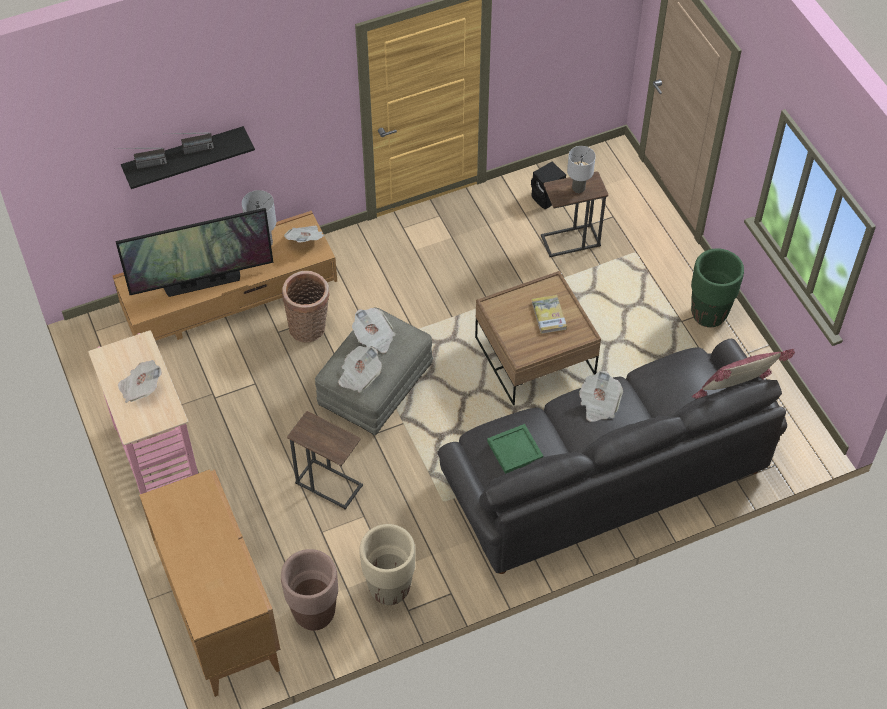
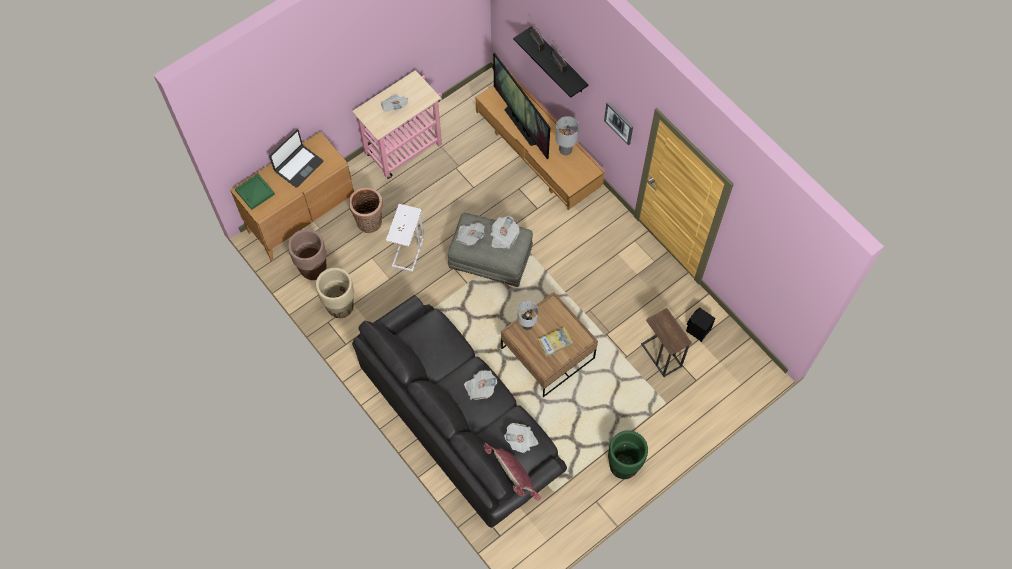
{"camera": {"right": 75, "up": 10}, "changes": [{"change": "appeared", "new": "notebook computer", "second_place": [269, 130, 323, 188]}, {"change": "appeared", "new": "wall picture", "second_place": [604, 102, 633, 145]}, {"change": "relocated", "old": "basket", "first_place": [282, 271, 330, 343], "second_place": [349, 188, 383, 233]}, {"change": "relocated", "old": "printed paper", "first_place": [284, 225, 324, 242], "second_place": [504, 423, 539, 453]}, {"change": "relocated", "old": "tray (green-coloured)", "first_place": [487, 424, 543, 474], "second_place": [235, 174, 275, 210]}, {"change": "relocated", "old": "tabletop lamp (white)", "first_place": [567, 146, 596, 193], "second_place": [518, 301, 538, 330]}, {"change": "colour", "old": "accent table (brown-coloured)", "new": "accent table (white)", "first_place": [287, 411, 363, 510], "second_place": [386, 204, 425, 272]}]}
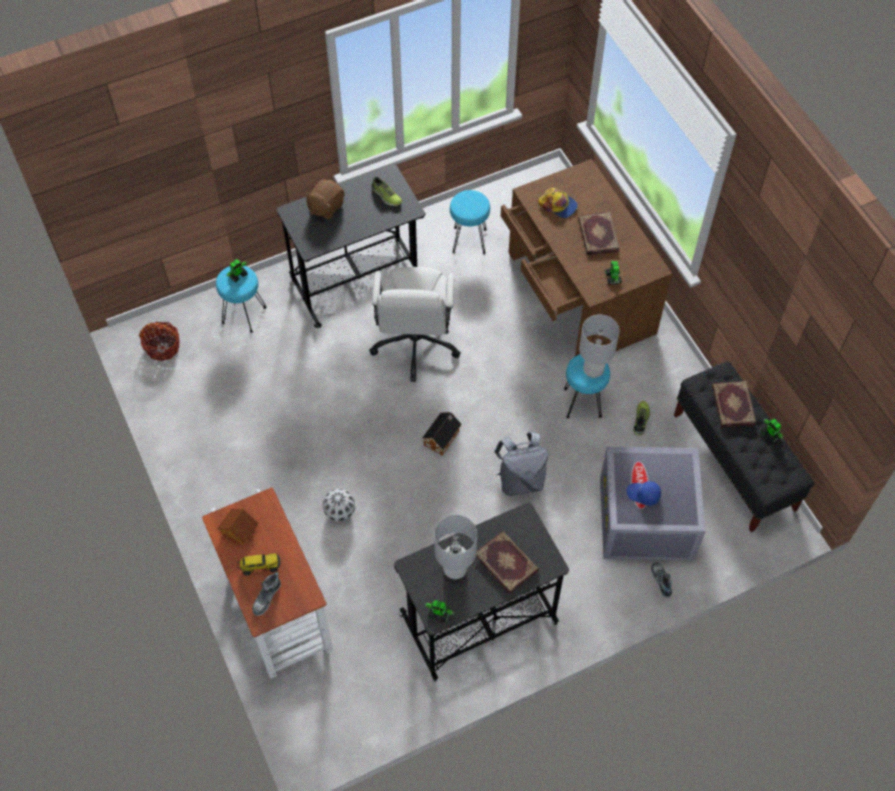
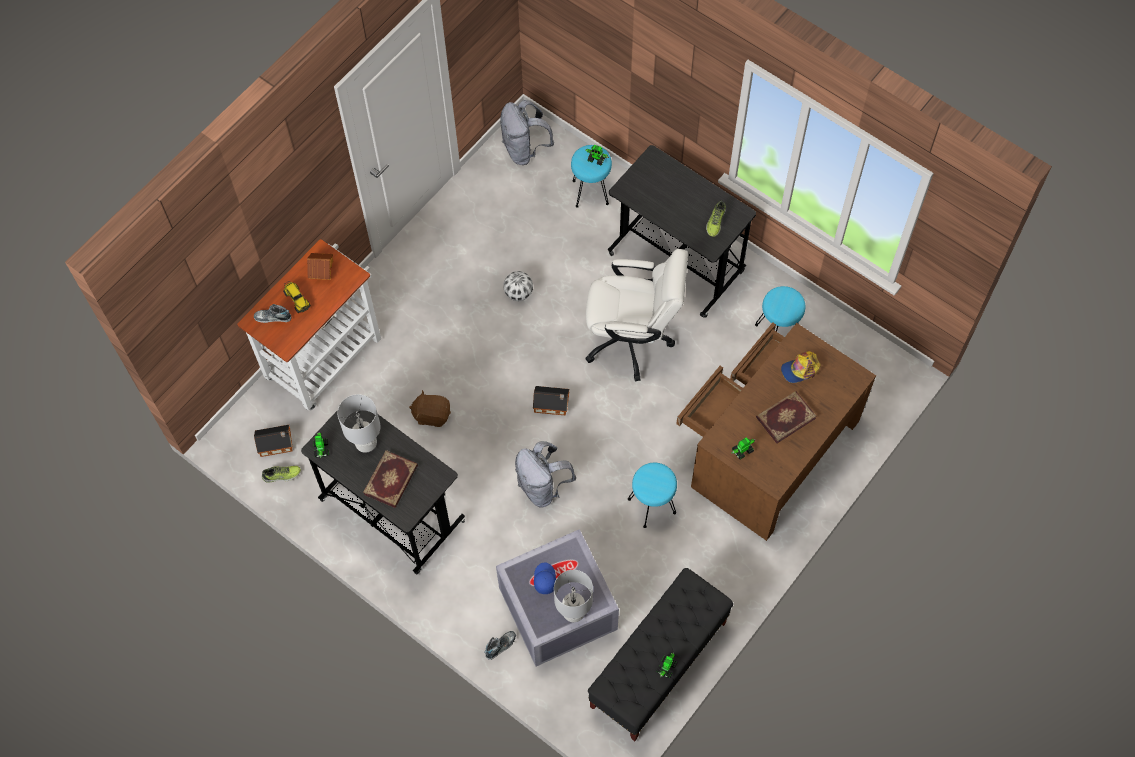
{"camera": {"right": 65, "up": 5}, "changes": [{"change": "missing", "old": "volume", "first_place": [712, 381, 756, 427]}, {"change": "appeared", "new": "toy house", "second_place": [254, 425, 293, 457]}, {"change": "relocated", "old": "soft toy (brown-coloured)", "first_place": [304, 179, 345, 220], "second_place": [409, 390, 451, 427]}, {"change": "relocated", "old": "football", "first_place": [323, 489, 355, 522], "second_place": [504, 271, 533, 301]}, {"change": "relocated", "old": "tabletop lamp (greyish)", "first_place": [579, 315, 619, 378], "second_place": [554, 570, 593, 623]}, {"change": "relocated", "old": "low shoe", "first_place": [633, 401, 650, 436], "second_place": [262, 466, 301, 483]}, {"change": "exchanged", "old": "basket", "new": "rucksack (greyish)", "first_place": [139, 322, 180, 361], "second_place": [500, 100, 554, 165]}, {"change": "spun", "old": "desk chair (white)", "first_place": [369, 267, 461, 382], "second_place": [585, 249, 688, 382], "degrees": -150}, {"change": "spun", "old": "peaked cap", "first_place": [538, 188, 578, 218], "second_place": [781, 351, 821, 383], "degrees": 60}]}
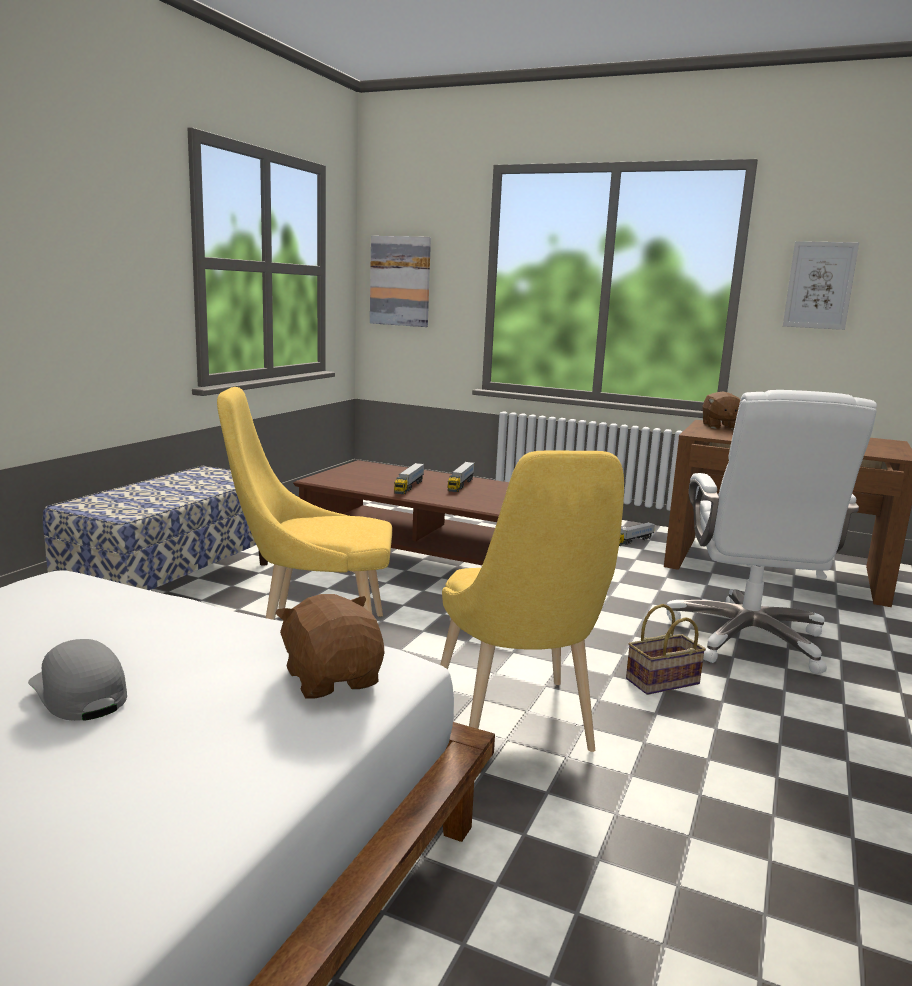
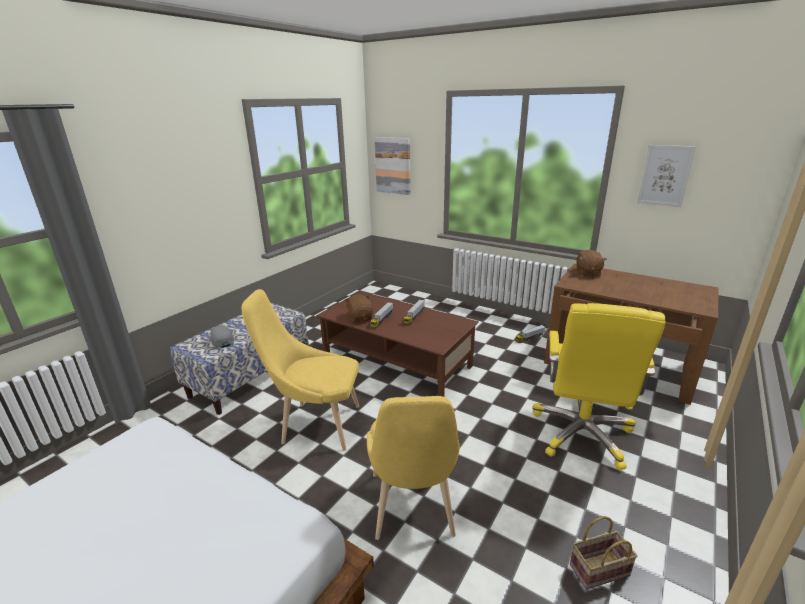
{"camera": {"right": 10, "up": 10}, "changes": [{"change": "relocated", "old": "peaked cap (greyish)", "first_place": [28, 639, 127, 721], "second_place": [209, 325, 234, 348]}, {"change": "relocated", "old": "soft toy (brown-coloured)", "first_place": [275, 594, 384, 699], "second_place": [345, 295, 373, 323]}, {"change": "relocated", "old": "basket", "first_place": [626, 604, 706, 695], "second_place": [570, 516, 637, 589]}, {"change": "colour", "old": "desk chair (white)", "new": "desk chair (yellowish)", "first_place": [666, 390, 877, 674], "second_place": [532, 303, 666, 470]}]}
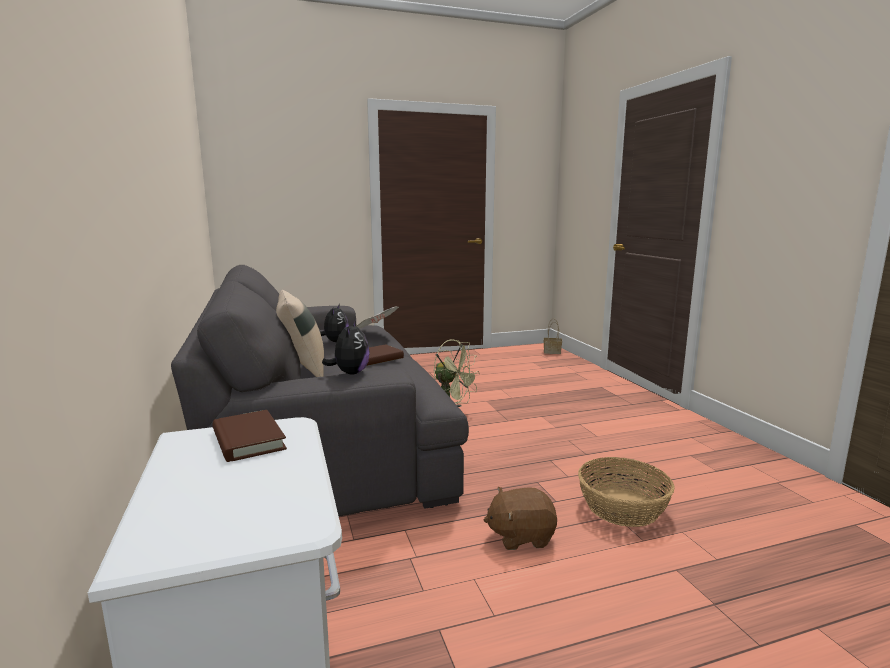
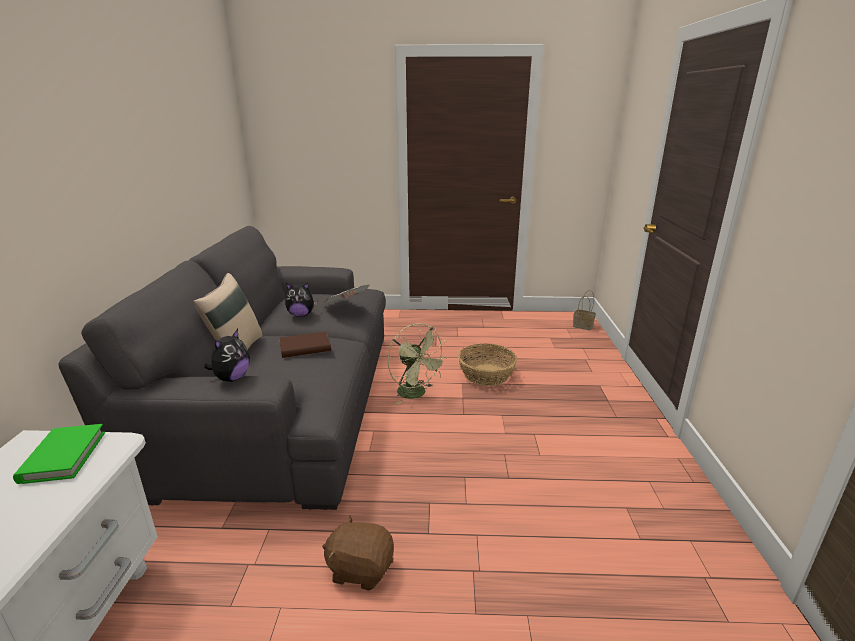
{"camera": {"right": 20, "up": 10}, "changes": [{"change": "relocated", "old": "basket", "first_place": [578, 457, 675, 527], "second_place": [458, 343, 517, 386]}, {"change": "colour", "old": "volume (brown-coloured)", "new": "volume (green-coloured)", "first_place": [213, 410, 287, 462], "second_place": [13, 424, 105, 484]}, {"change": "spun", "old": "soft toy", "first_place": [320, 304, 349, 342], "second_place": [285, 283, 317, 317], "degrees": 60}]}
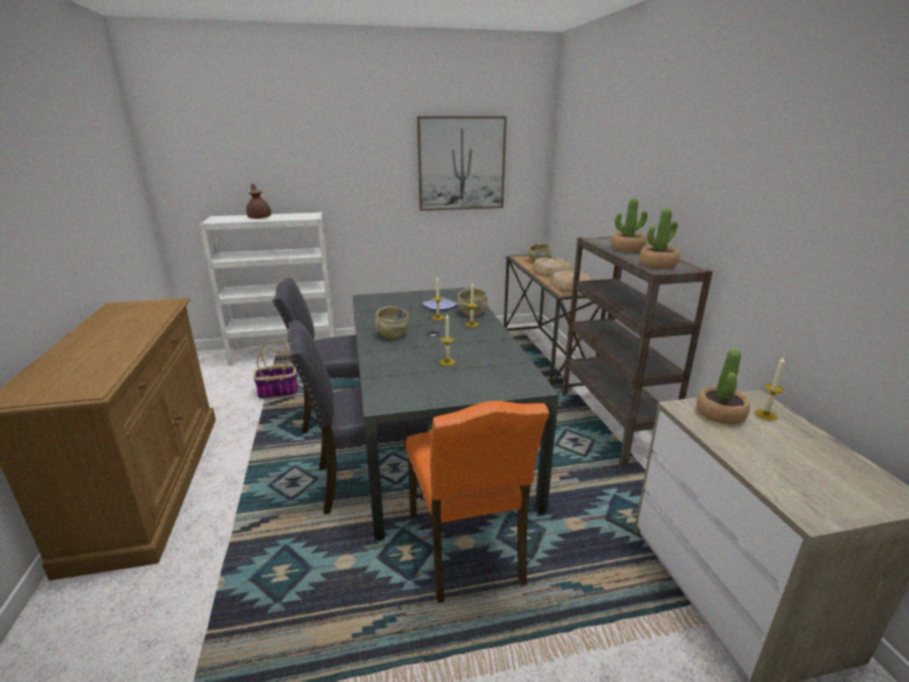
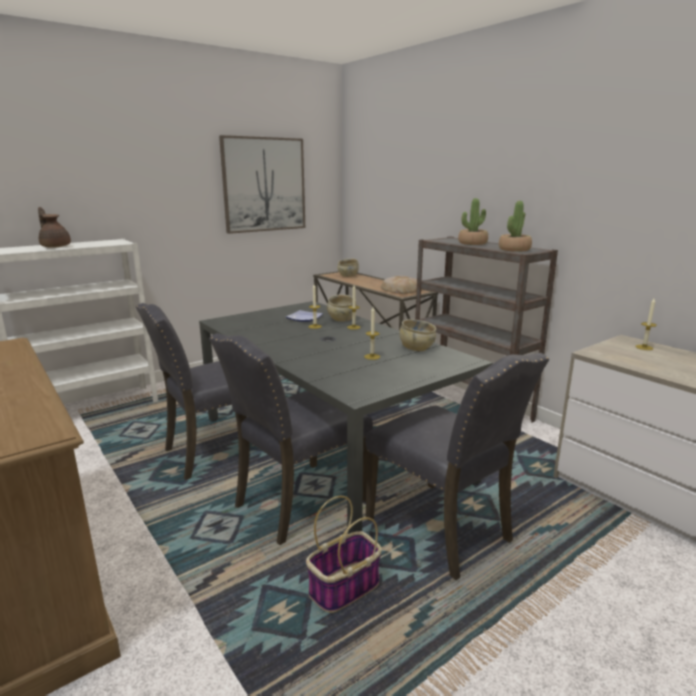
{"camera": {"right": -25, "up": -5}, "changes": [{"change": "missing", "old": "bakery bread", "first_place": [532, 258, 573, 276]}, {"change": "missing", "old": "plant in a pot", "first_place": [697, 349, 750, 424]}, {"change": "relocated", "old": "basket", "first_place": [253, 340, 298, 399], "second_place": [306, 496, 382, 613]}, {"change": "relocated", "old": "bowl (beige-coloured)", "first_place": [375, 307, 409, 338], "second_place": [399, 319, 436, 351]}, {"change": "colour", "old": "chair (orangey)", "new": "chair (greyish)", "first_place": [405, 401, 549, 603], "second_place": [365, 353, 549, 580]}]}
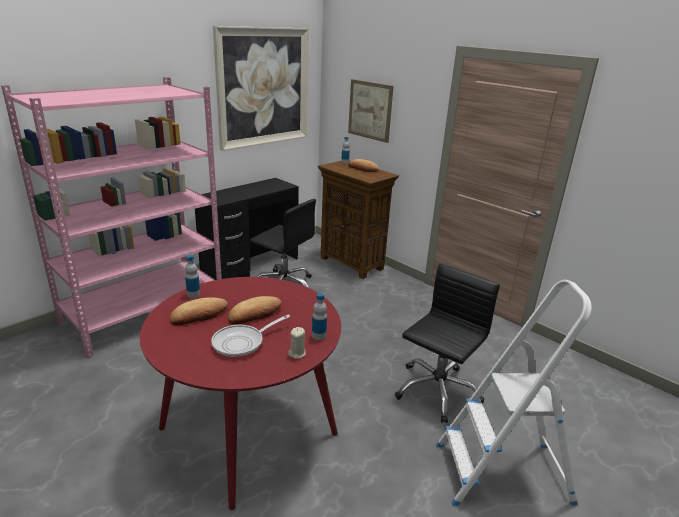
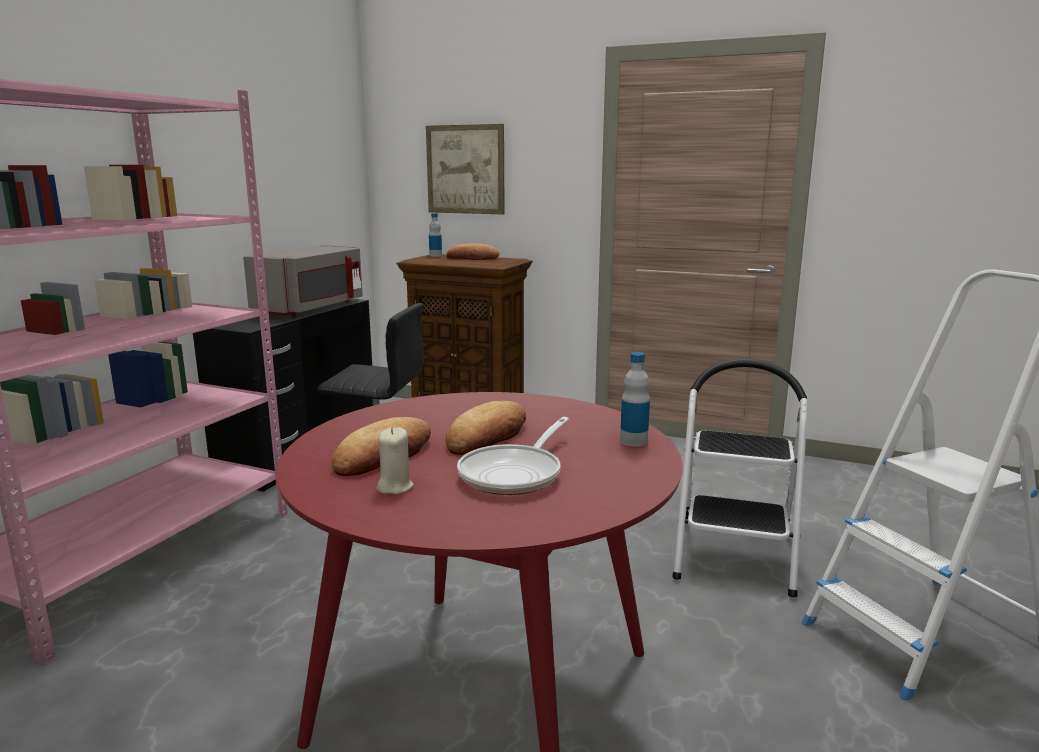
{"camera": {"right": -20, "up": -10}, "changes": [{"change": "missing", "old": "drink bottle", "first_place": [185, 255, 200, 298]}, {"change": "missing", "old": "wall picture", "first_place": [213, 26, 309, 151]}, {"change": "appeared", "new": "kitchen microwave (greyish)", "second_place": [243, 245, 363, 316]}, {"change": "relocated", "old": "candle (beige-coloured)", "first_place": [288, 327, 306, 359], "second_place": [376, 428, 414, 494]}, {"change": "exchanged", "old": "desk chair (black)", "new": "step stool", "first_place": [395, 264, 500, 423], "second_place": [672, 358, 807, 597]}]}
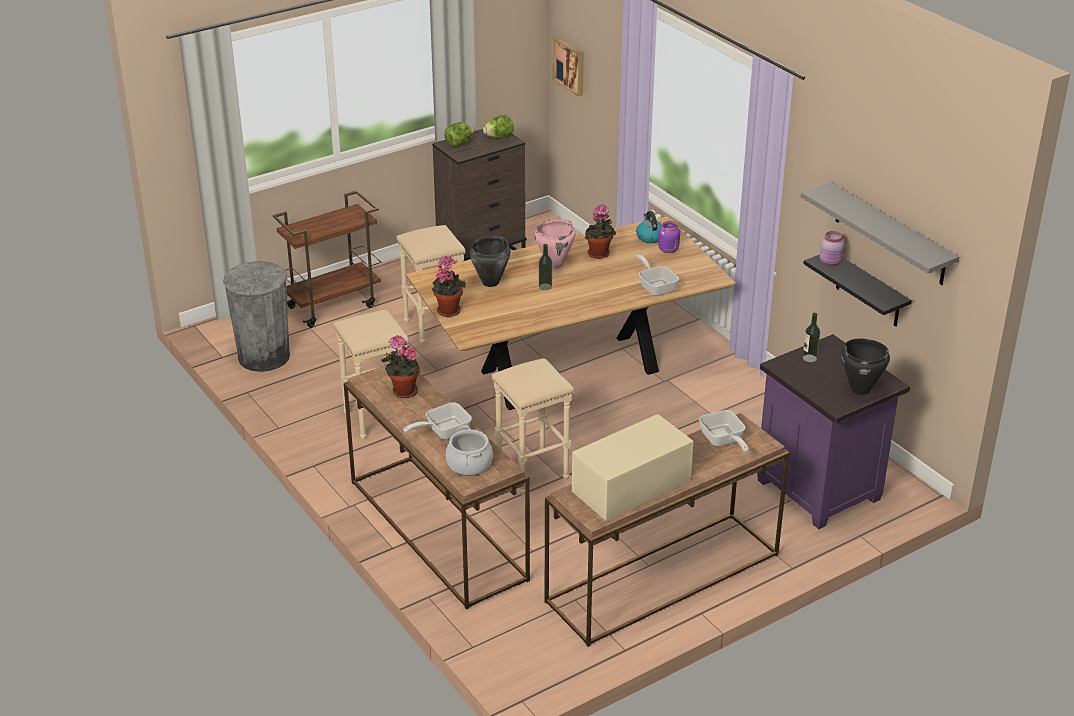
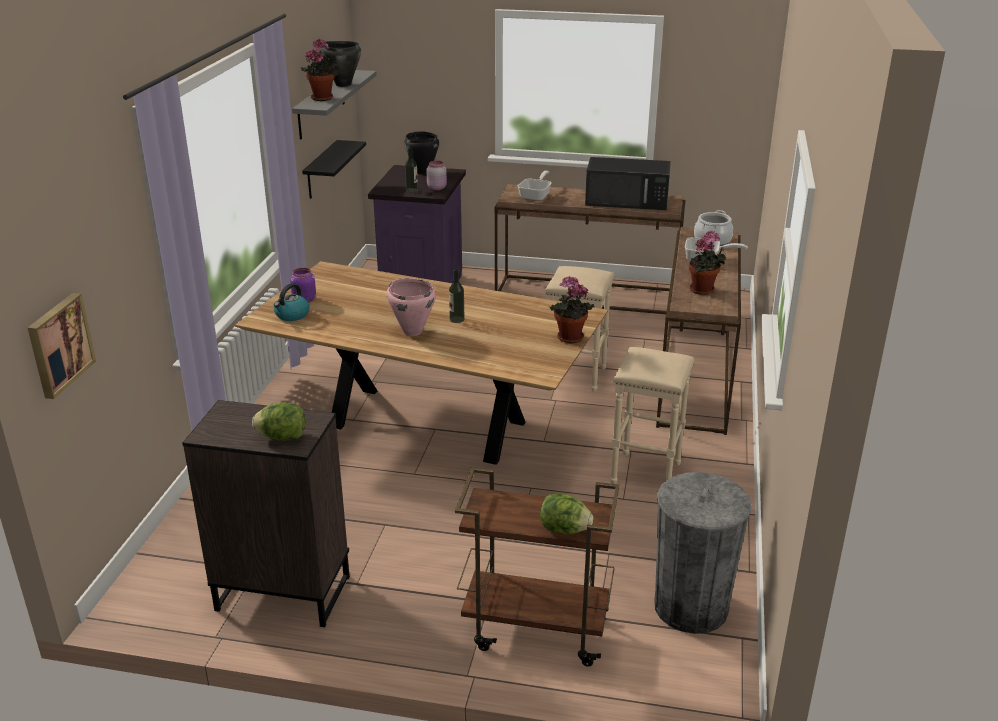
{"camera": {"right": -135, "up": -5}, "changes": [{"change": "missing", "old": "stool seat (beige-coloured)", "first_place": [396, 225, 466, 345]}, {"change": "missing", "old": "frying pan", "first_place": [636, 254, 679, 296]}, {"change": "relocated", "old": "saucepot (black)", "first_place": [470, 236, 510, 287], "second_place": [321, 41, 361, 87]}, {"change": "relocated", "old": "lettuce", "first_place": [483, 115, 514, 138], "second_place": [540, 494, 594, 534]}, {"change": "relocated", "old": "plant in a pot", "first_place": [585, 204, 616, 259], "second_place": [301, 38, 339, 101]}, {"change": "relocated", "old": "jar (pink-coloured)", "first_place": [820, 231, 845, 266], "second_place": [426, 161, 447, 191]}, {"change": "colour", "old": "kitchen microwave (beige-coloured)", "new": "kitchen microwave (black)", "first_place": [572, 414, 694, 521], "second_place": [585, 157, 670, 210]}]}
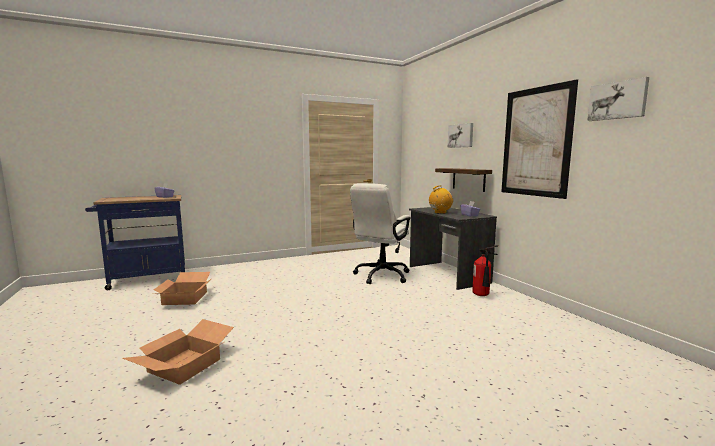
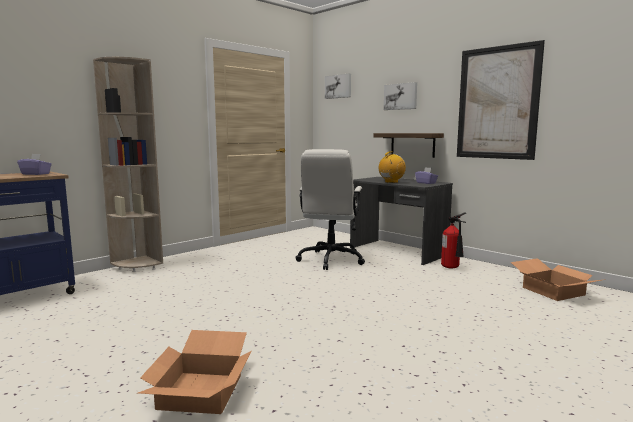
{"camera": {"right": -20, "up": 0}, "changes": [{"change": "appeared", "new": "shelving unit (beige-coloured)", "second_place": [93, 57, 163, 272]}, {"change": "relocated", "old": "packing box", "first_place": [154, 272, 211, 305], "second_place": [511, 258, 606, 301]}, {"change": "relocated", "old": "wall picture", "first_place": [587, 77, 649, 121], "second_place": [325, 74, 351, 99]}]}
